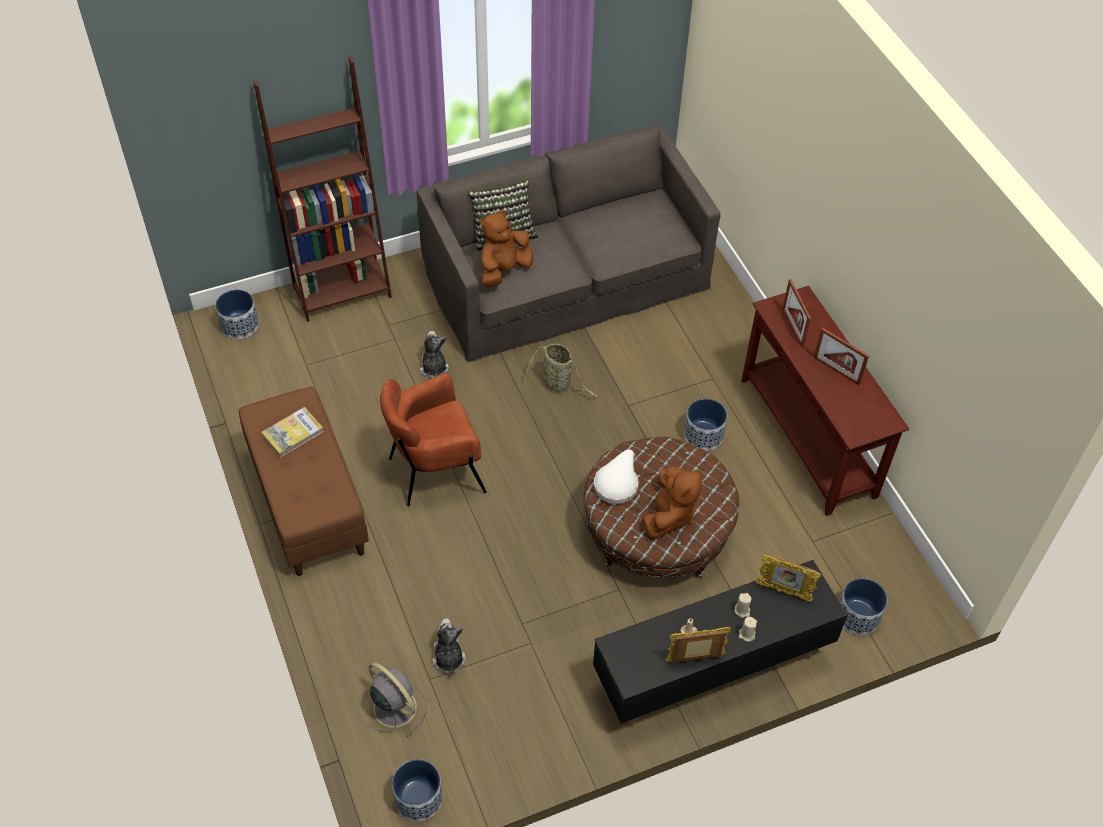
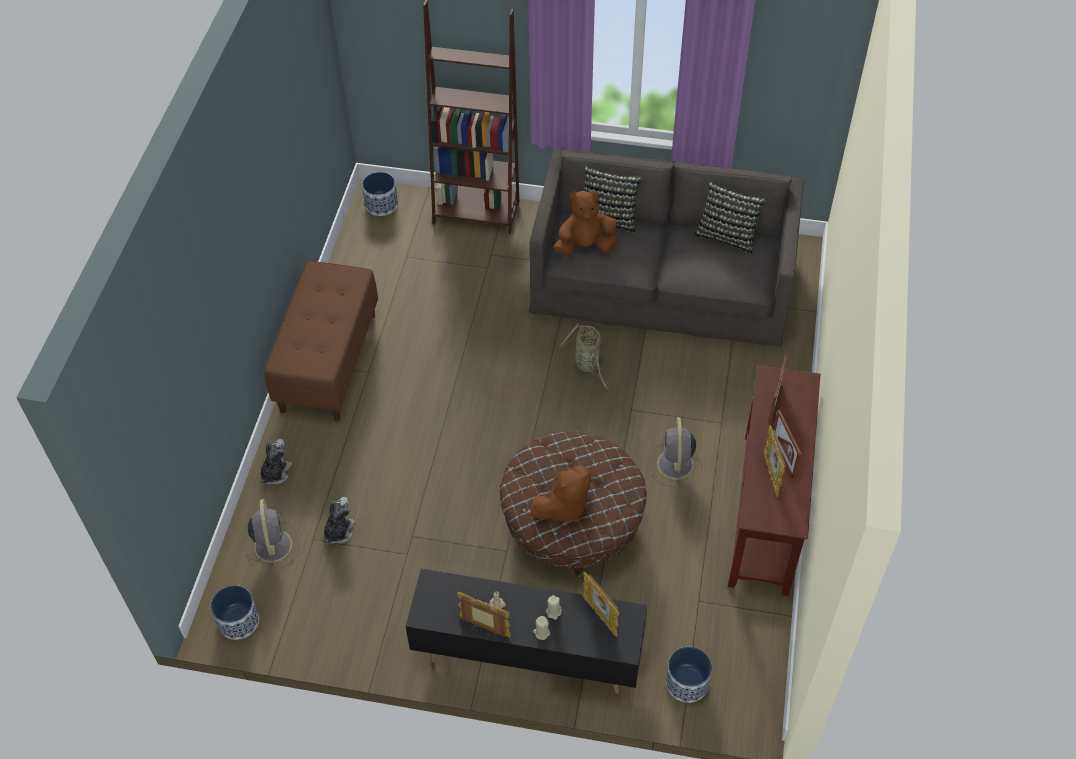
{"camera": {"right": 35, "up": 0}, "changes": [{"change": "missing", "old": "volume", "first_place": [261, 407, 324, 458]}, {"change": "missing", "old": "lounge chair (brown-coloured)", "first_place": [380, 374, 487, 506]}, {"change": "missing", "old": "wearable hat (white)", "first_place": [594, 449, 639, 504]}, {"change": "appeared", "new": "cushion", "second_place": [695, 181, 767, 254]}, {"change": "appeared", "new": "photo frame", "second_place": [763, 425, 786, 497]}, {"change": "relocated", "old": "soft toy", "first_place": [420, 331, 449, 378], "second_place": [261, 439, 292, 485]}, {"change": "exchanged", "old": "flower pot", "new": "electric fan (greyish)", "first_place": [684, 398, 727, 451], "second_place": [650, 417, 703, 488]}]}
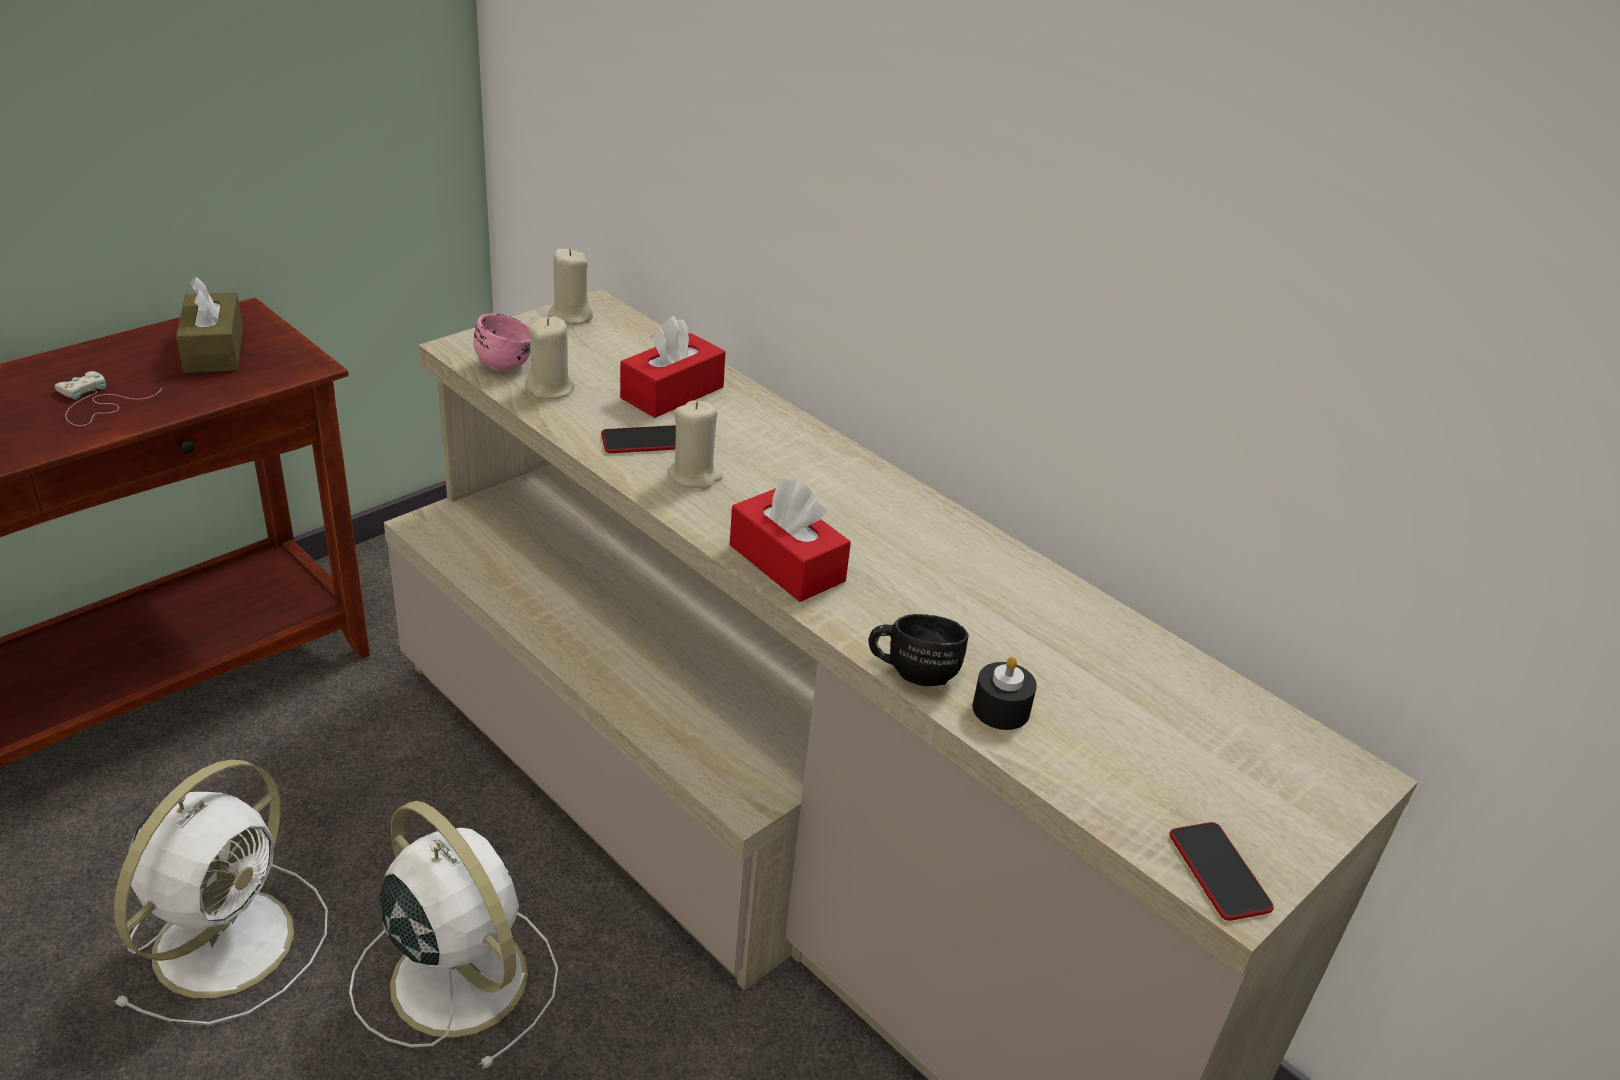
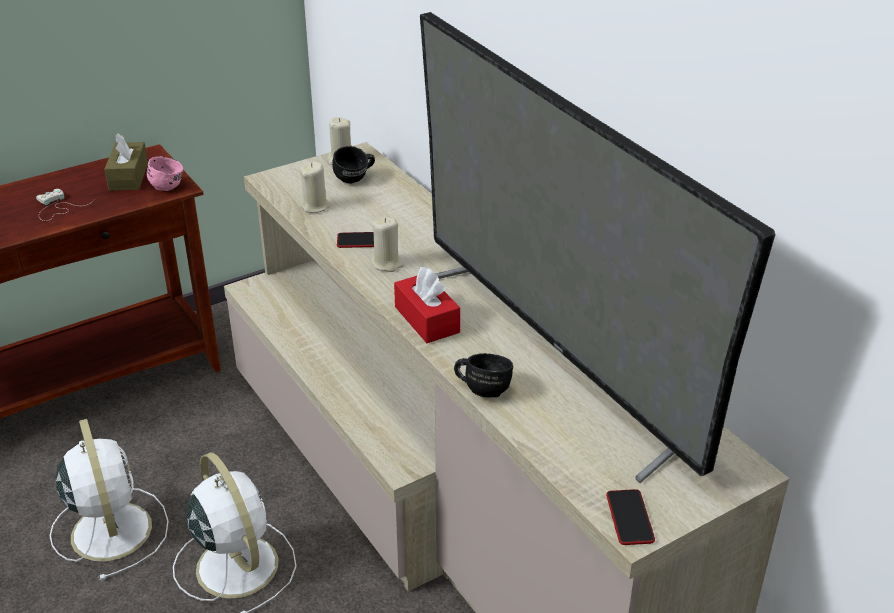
{"camera": {"right": 15, "up": 0}, "changes": [{"change": "missing", "old": "tissue box (red-coloured)", "first_place": [620, 316, 725, 418]}, {"change": "missing", "old": "candle (black)", "first_place": [973, 656, 1037, 730]}, {"change": "appeared", "new": "tea mug (black)", "second_place": [332, 146, 375, 184]}, {"change": "appeared", "new": "television", "second_place": [420, 12, 775, 483]}, {"change": "relocated", "old": "tea mug (pink-coloured)", "first_place": [473, 313, 530, 371], "second_place": [147, 156, 183, 191]}, {"change": "spun", "old": "electric fan (white)", "first_place": [113, 759, 328, 1025], "second_place": [49, 419, 169, 581], "degrees": -60}]}
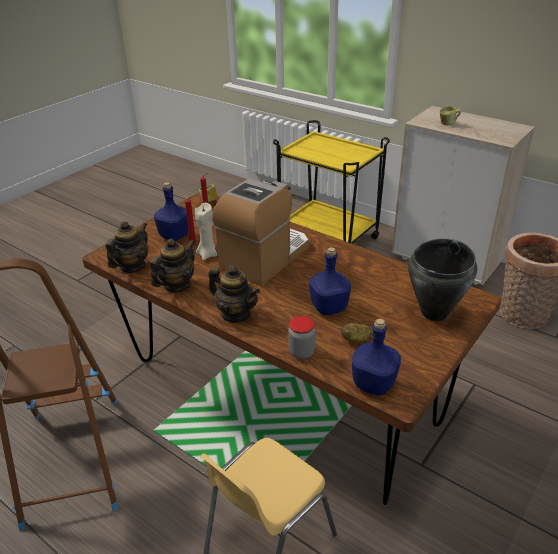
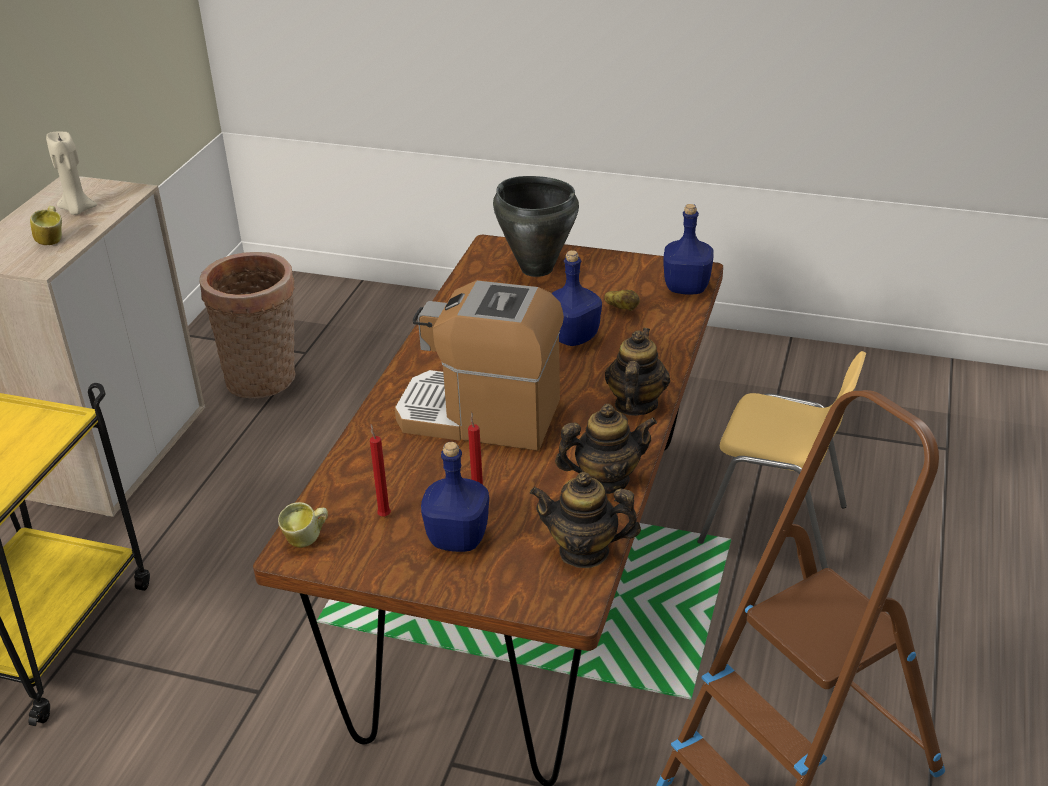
{"camera": {"right": -110, "up": 0}, "changes": [{"change": "missing", "old": "jar", "first_place": [288, 316, 315, 359]}, {"change": "relocated", "old": "candle (beige-coloured)", "first_place": [195, 203, 217, 260], "second_place": [46, 132, 97, 215]}, {"change": "spun", "old": "tea pot", "first_place": [150, 239, 195, 293], "second_place": [555, 404, 657, 494], "degrees": 150}]}
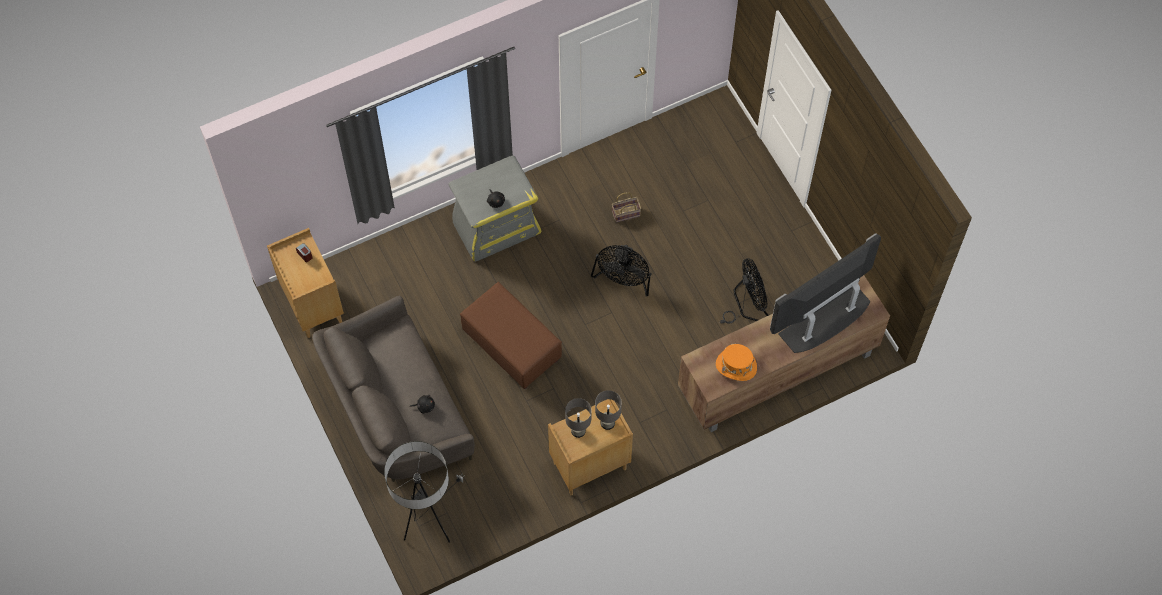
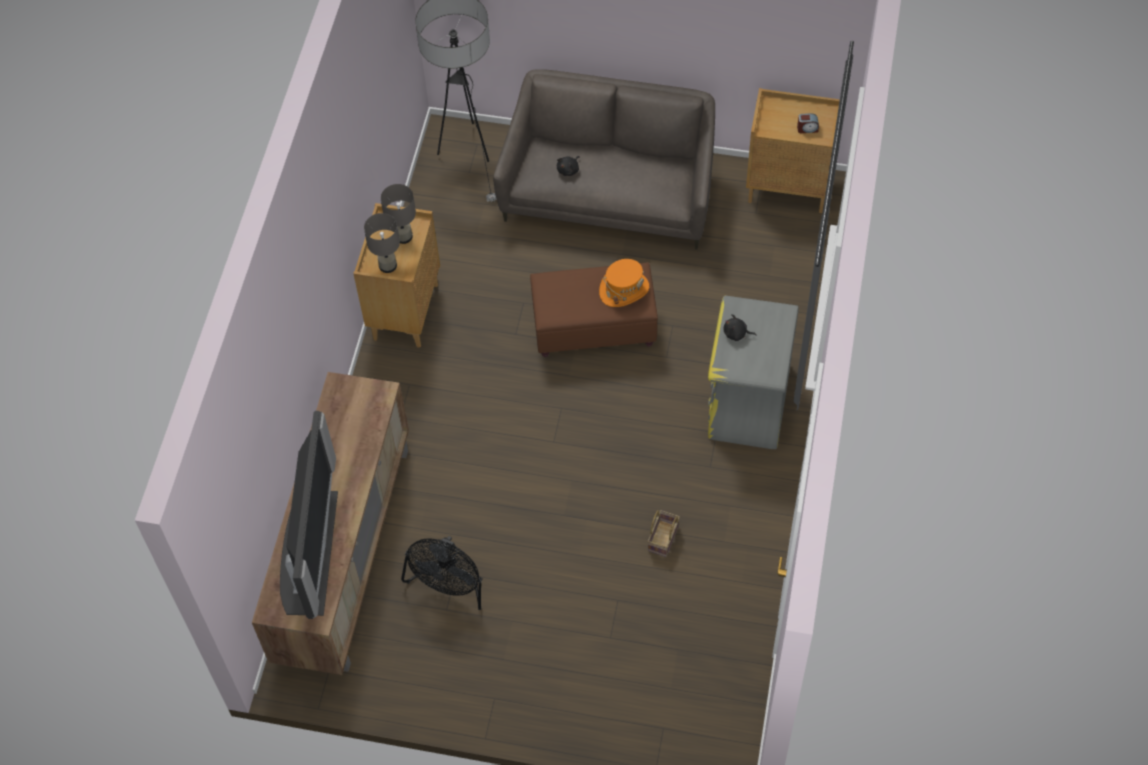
{"camera": {"right": 130, "up": -5}, "changes": [{"change": "missing", "old": "electric fan (black)", "first_place": [591, 245, 652, 296]}, {"change": "relocated", "old": "wearable hat (orangey)", "first_place": [716, 344, 757, 381], "second_place": [599, 259, 649, 307]}]}
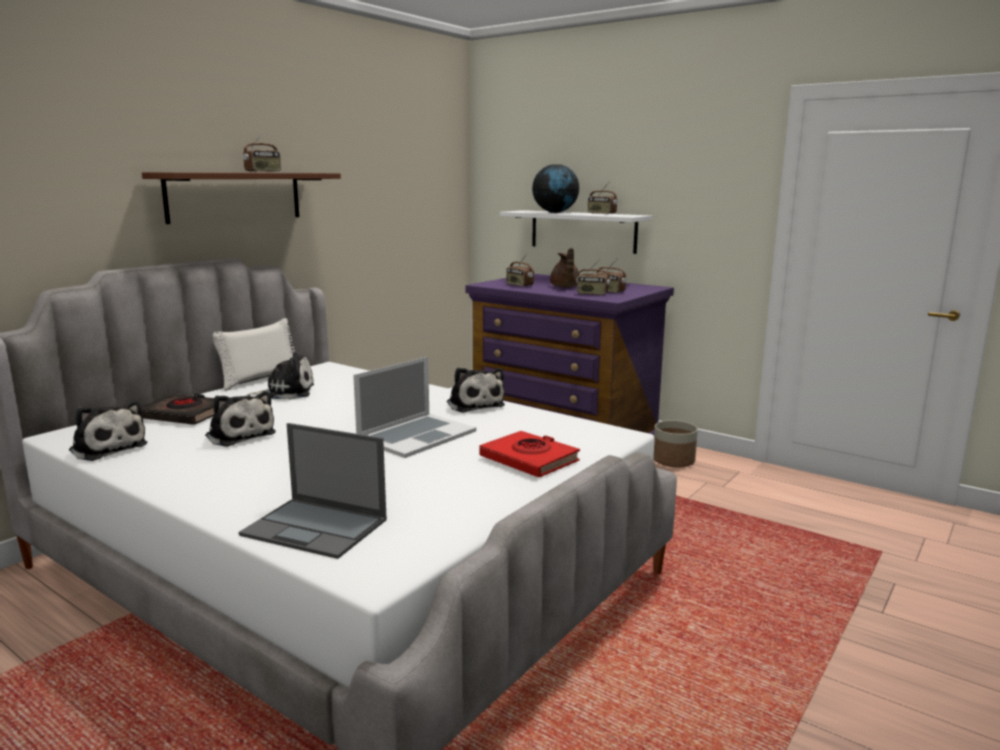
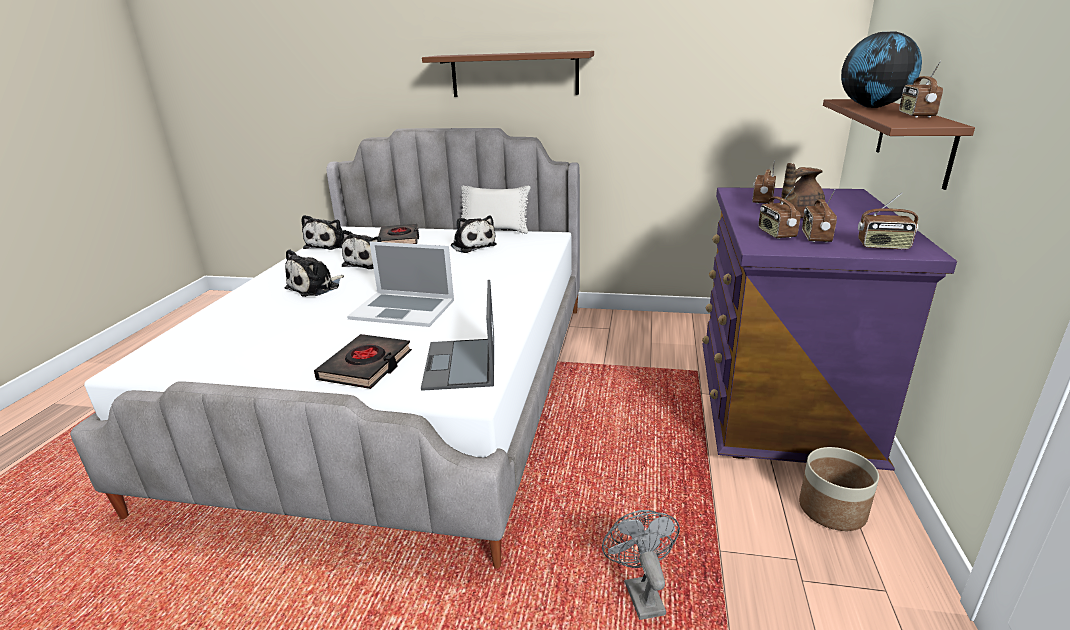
{"camera": {"right": 65, "up": 10}, "changes": [{"change": "appeared", "new": "electric fan (greyish)", "second_place": [602, 510, 680, 620]}, {"change": "relocated", "old": "notebook computer", "first_place": [239, 423, 387, 559], "second_place": [421, 280, 494, 391]}, {"change": "relocated", "old": "radio receiver", "first_place": [243, 132, 281, 173], "second_place": [858, 192, 918, 249]}, {"change": "relocated", "old": "soft toy", "first_place": [447, 367, 505, 413], "second_place": [284, 249, 344, 297]}, {"change": "colour", "old": "volume (red-coloured)", "new": "volume (black)", "first_place": [479, 431, 580, 477], "second_place": [314, 334, 412, 389]}, {"change": "colour", "old": "bracket shelf (white)", "new": "bracket shelf (brown-coloured)", "first_place": [500, 210, 652, 254], "second_place": [823, 99, 975, 190]}]}
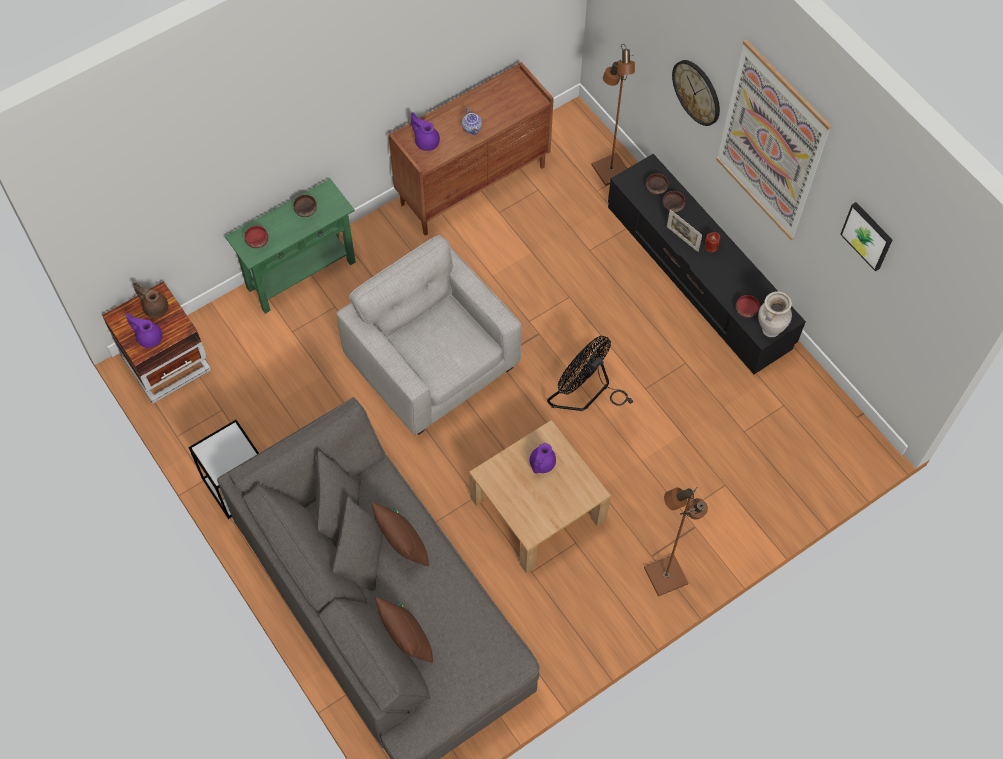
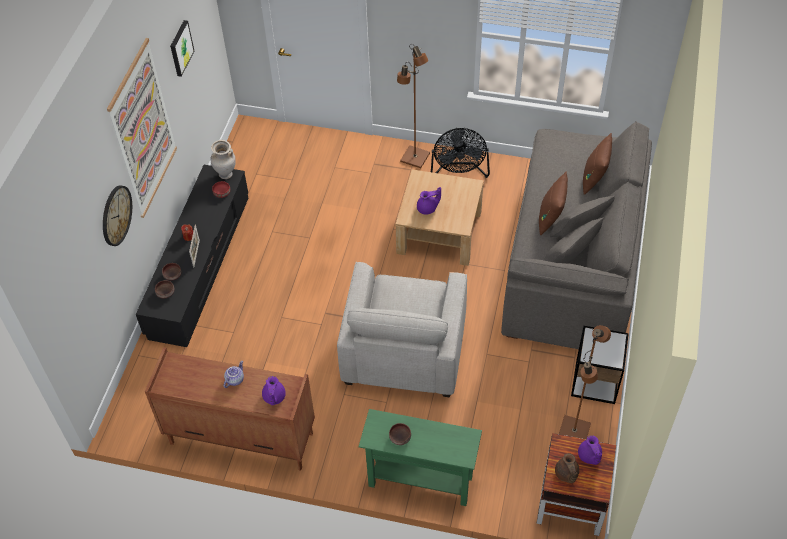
{"camera": {"right": -130, "up": -10}, "changes": [{"change": "missing", "old": "bowl (red-coloured)", "first_place": [244, 226, 268, 248]}, {"change": "relocated", "old": "electric fan (black)", "first_place": [547, 336, 633, 411], "second_place": [431, 127, 490, 178]}, {"change": "relocated", "old": "floor lamp (brown-coloured)", "first_place": [592, 44, 635, 186], "second_place": [559, 325, 611, 439]}]}
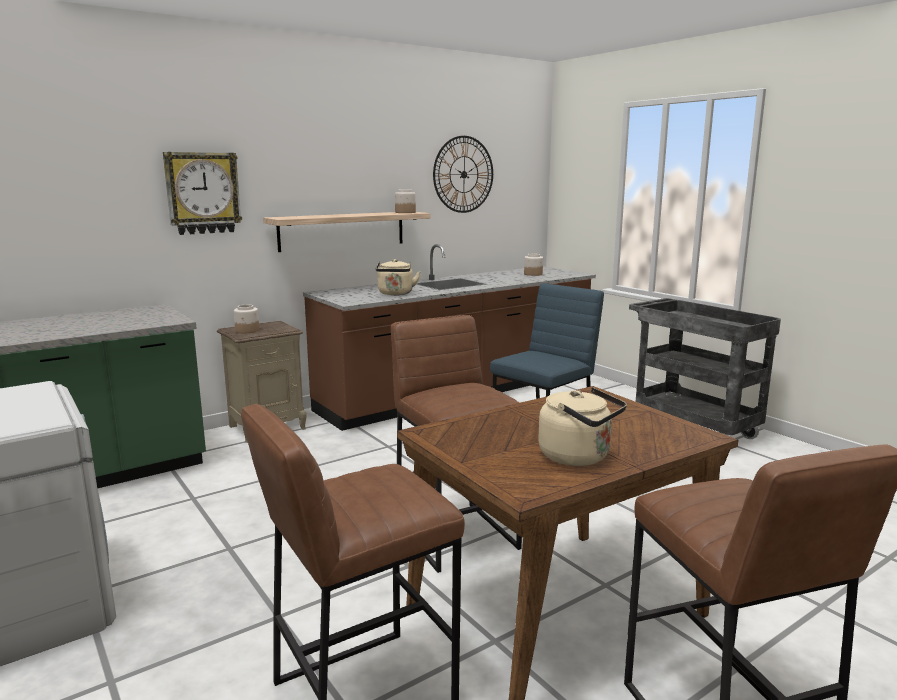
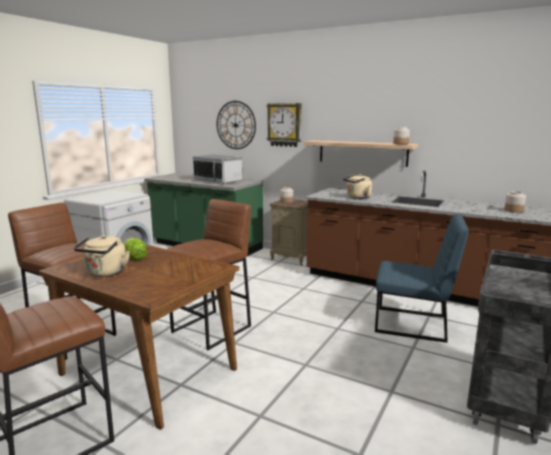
{"camera": {"right": 65, "up": 0}, "changes": [{"change": "appeared", "new": "lettuce", "second_place": [124, 238, 147, 261]}, {"change": "appeared", "new": "kitchen microwave", "second_place": [193, 154, 242, 184]}, {"change": "relocated", "old": "hanging clock", "first_place": [433, 136, 493, 213], "second_place": [217, 101, 256, 149]}]}
